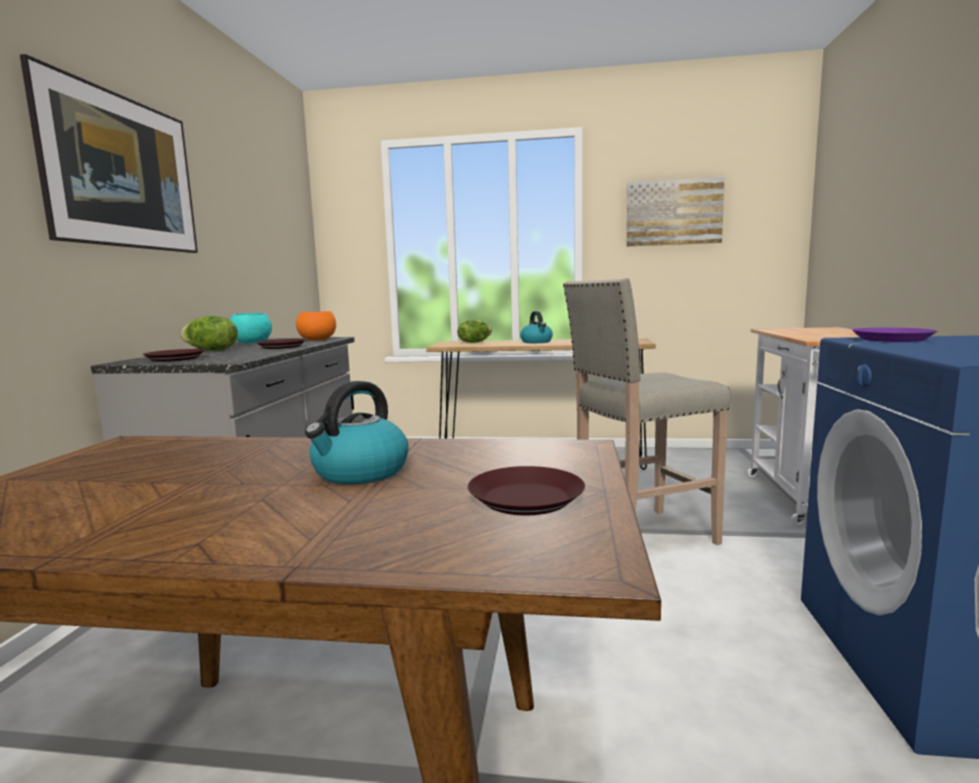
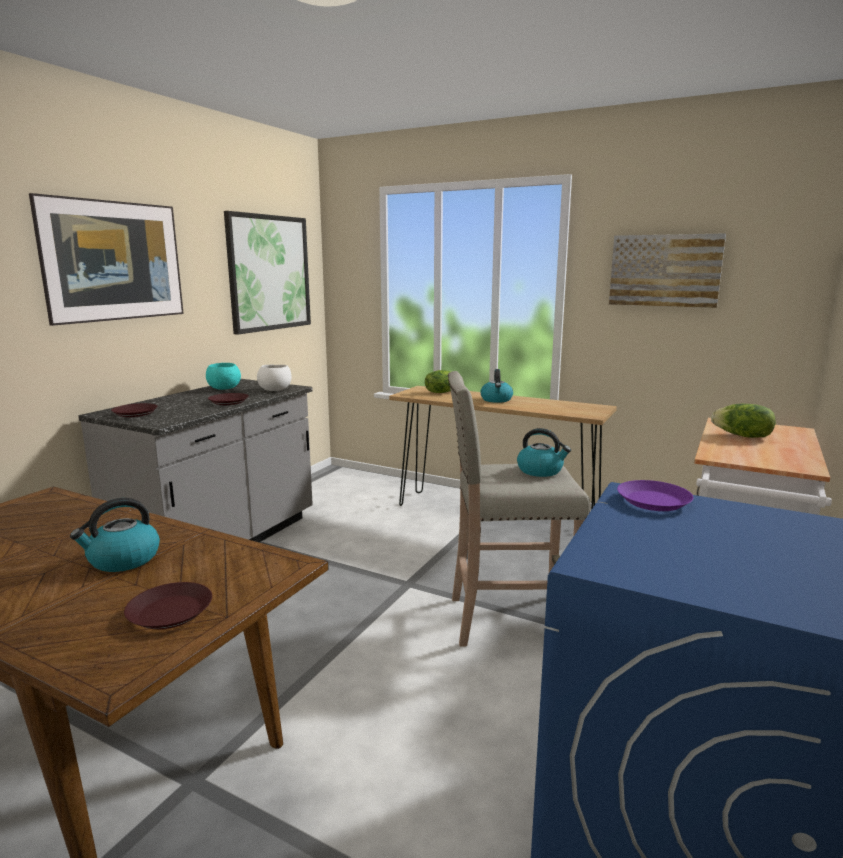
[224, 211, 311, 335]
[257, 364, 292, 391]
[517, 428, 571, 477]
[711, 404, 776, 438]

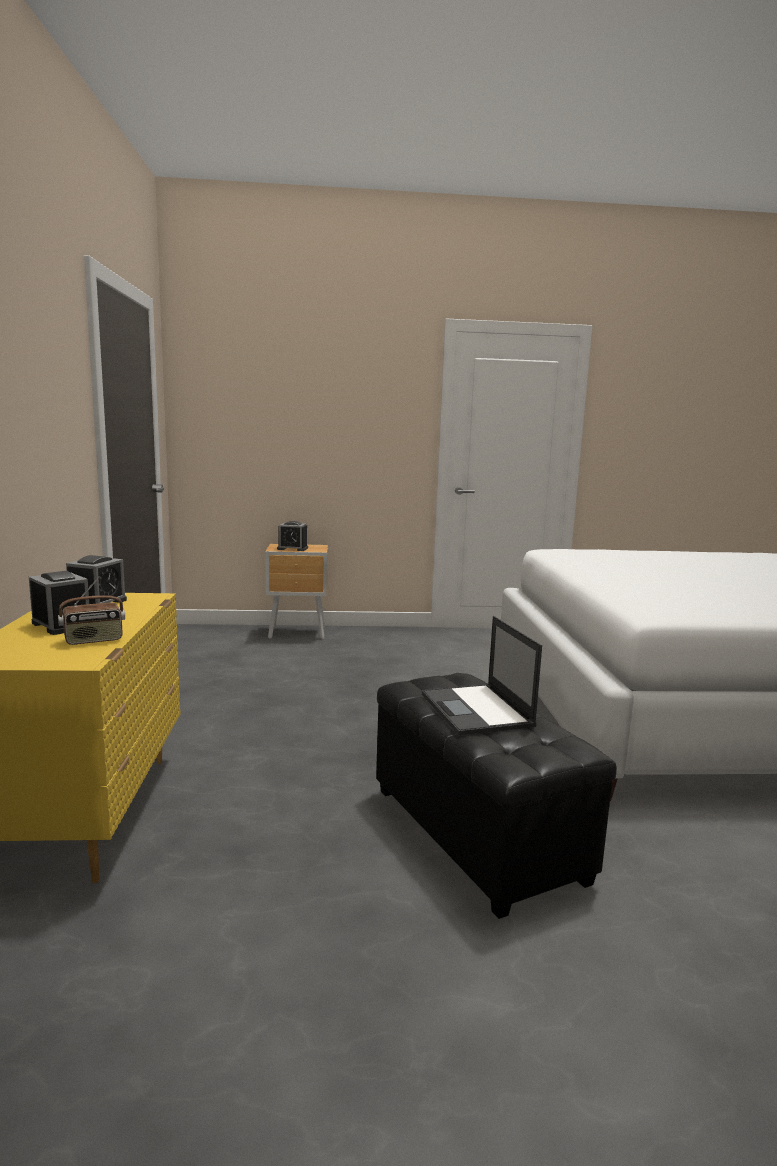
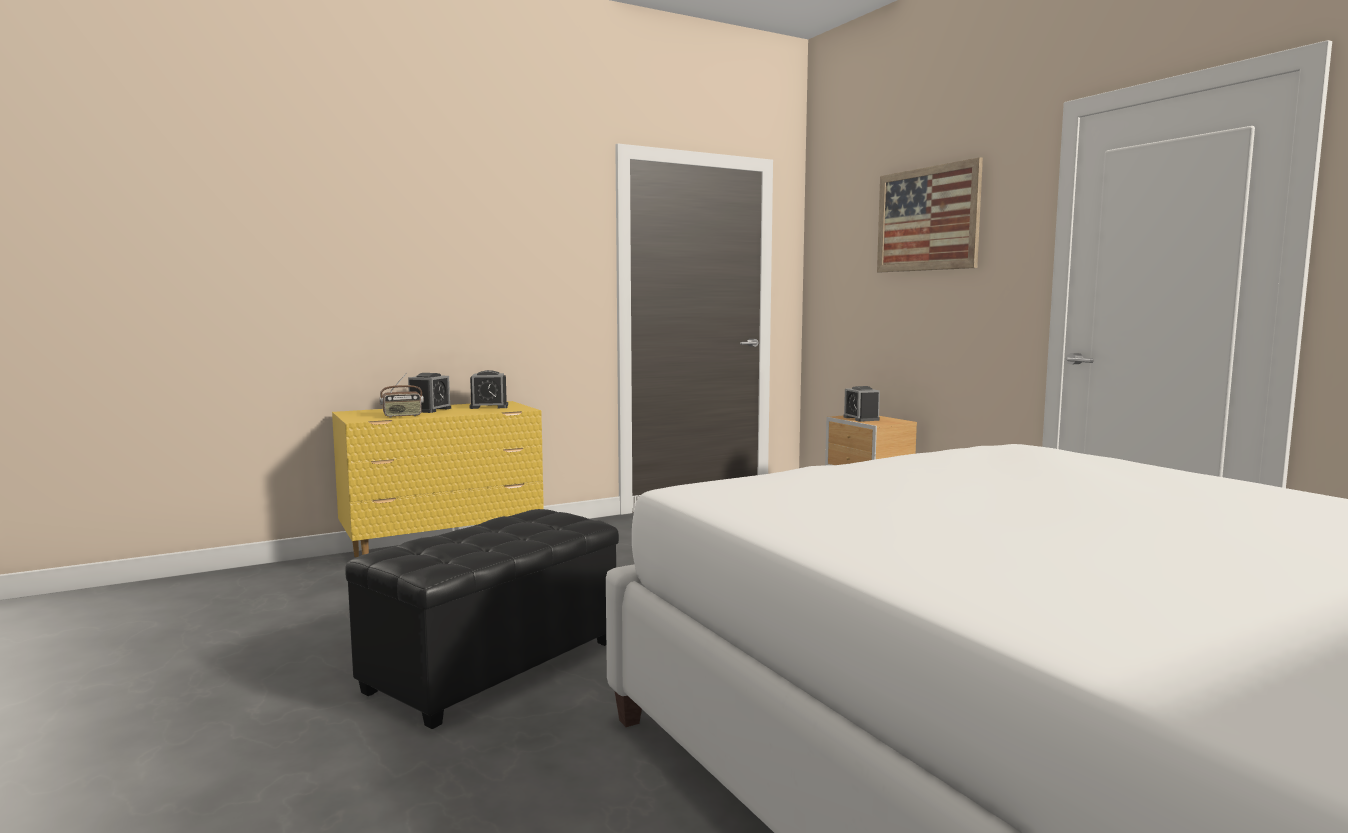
[379, 373, 424, 417]
[877, 157, 983, 272]
[422, 616, 542, 735] (first image)

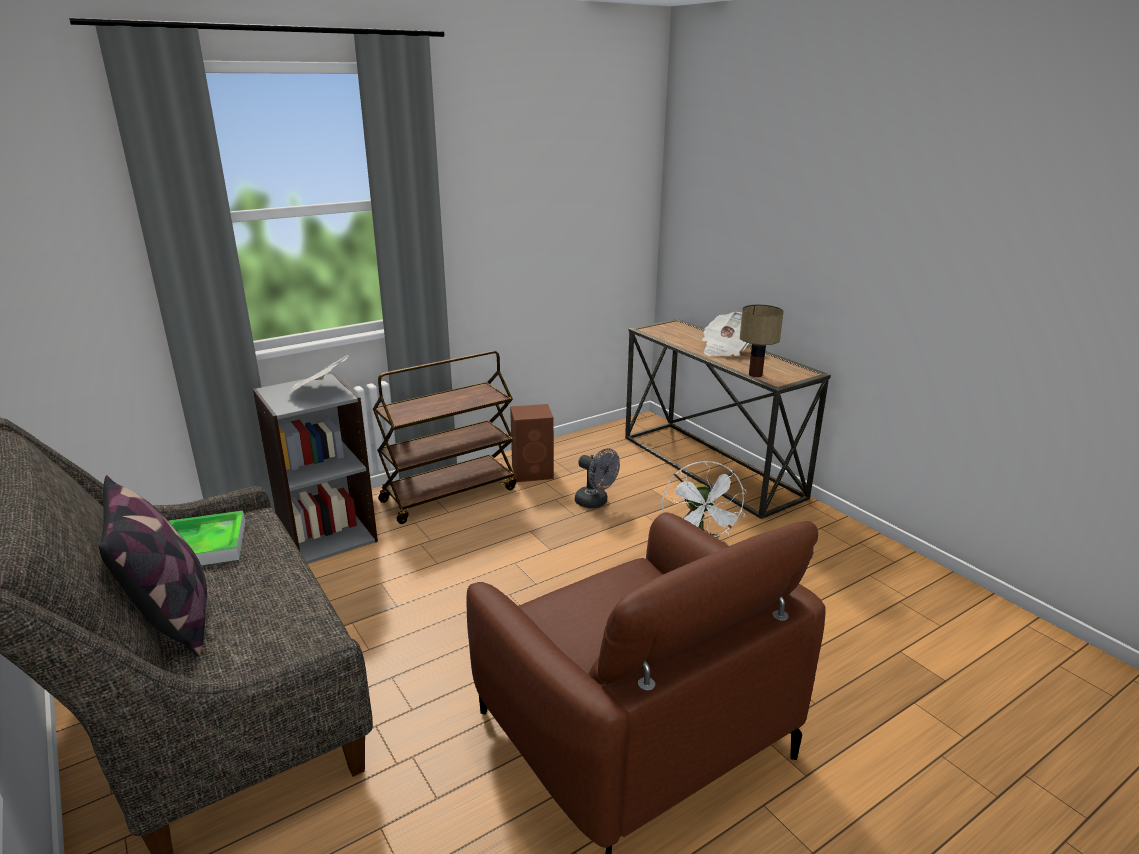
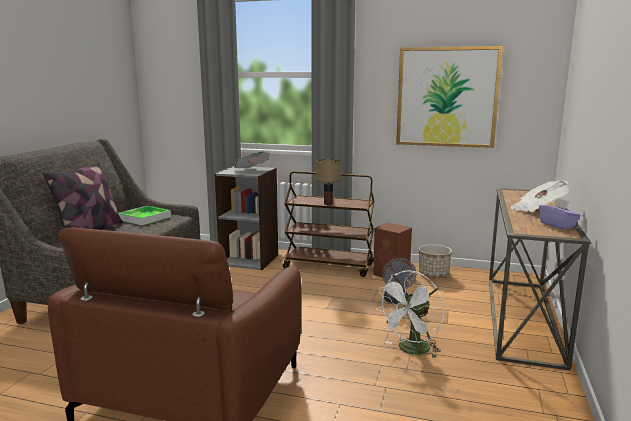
[316, 159, 341, 205]
[396, 46, 503, 148]
[419, 244, 452, 278]
[539, 198, 581, 229]

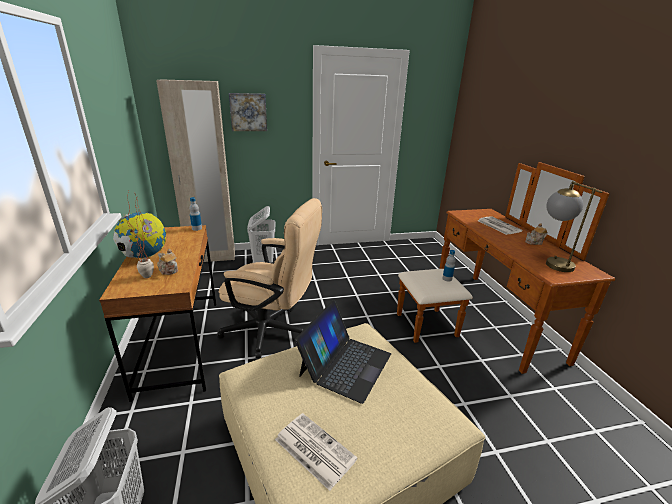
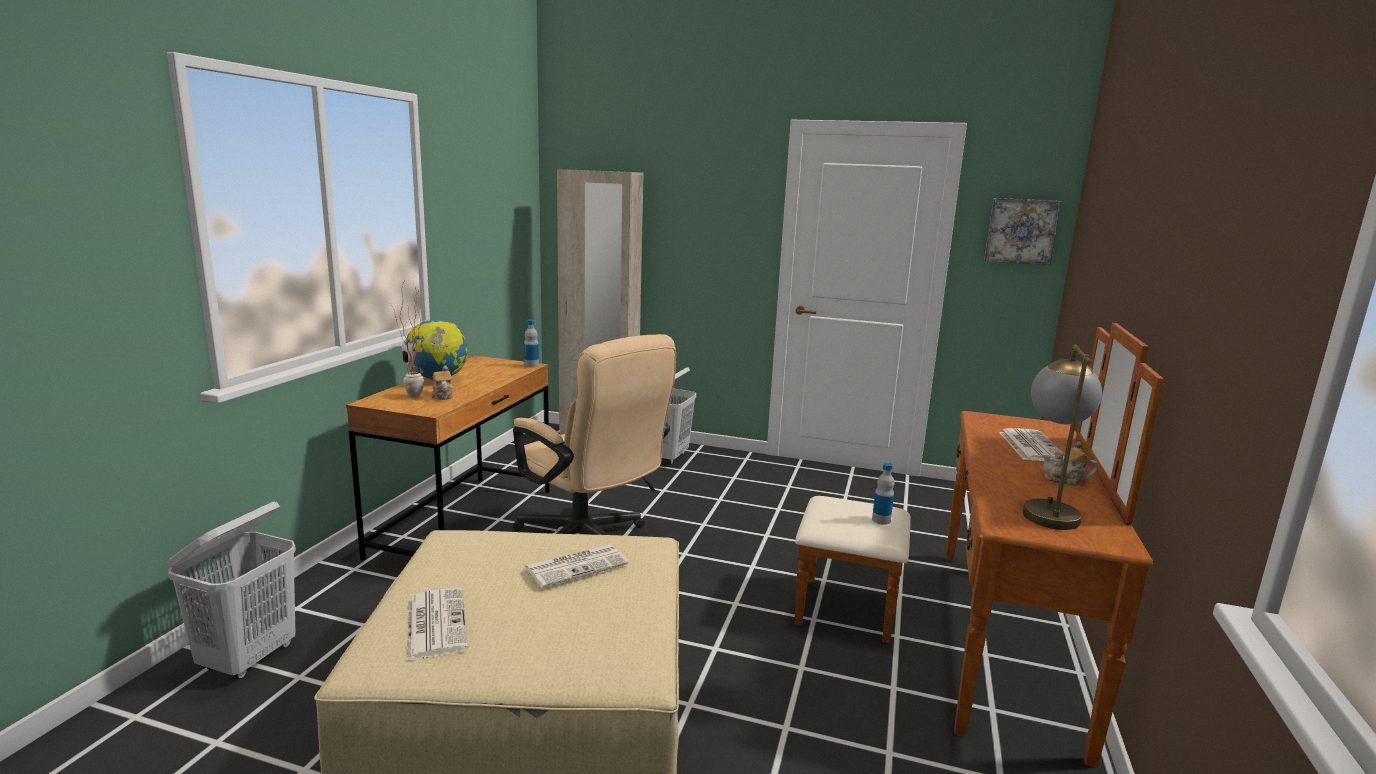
[524, 544, 629, 588]
[984, 198, 1061, 265]

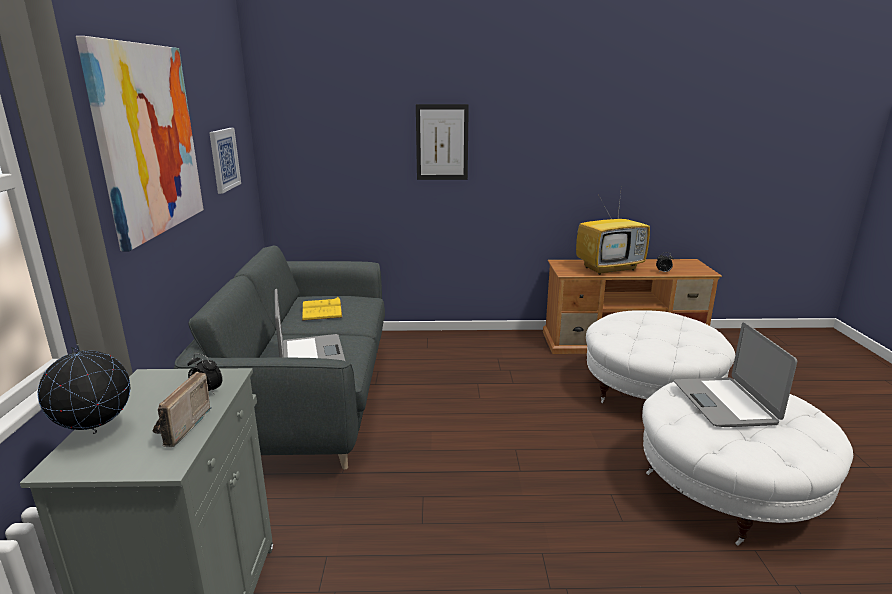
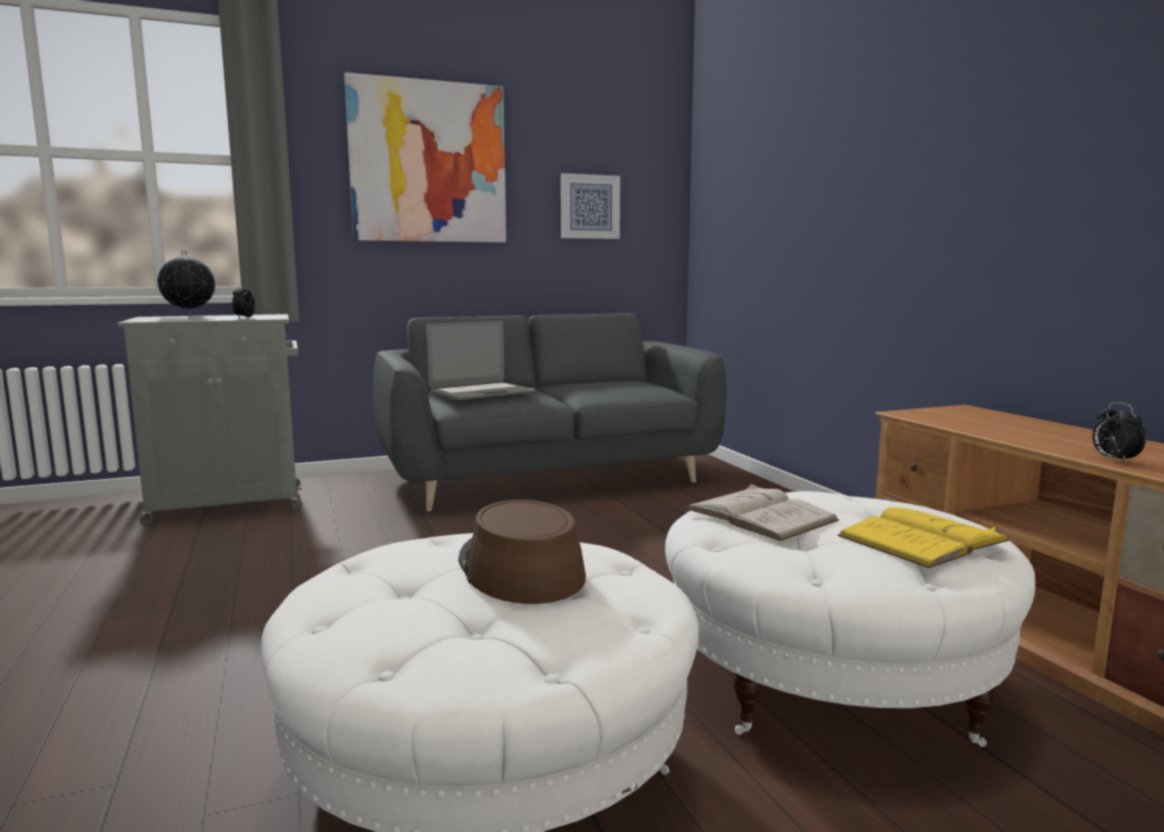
[458, 500, 586, 604]
[684, 484, 839, 541]
[838, 507, 1010, 568]
[152, 372, 212, 447] (first image)
[416, 104, 469, 180] (first image)
[576, 194, 650, 275] (first image)

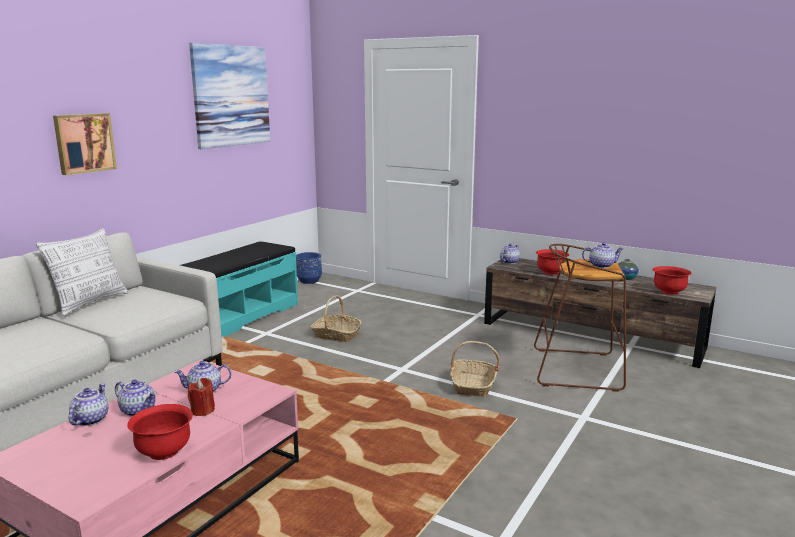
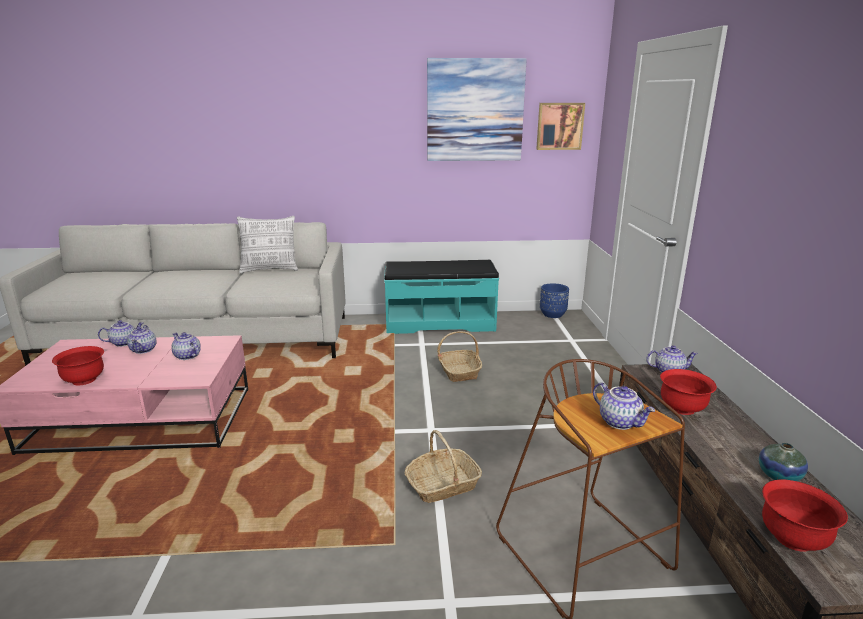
[536, 103, 585, 150]
[188, 378, 215, 416] (first image)

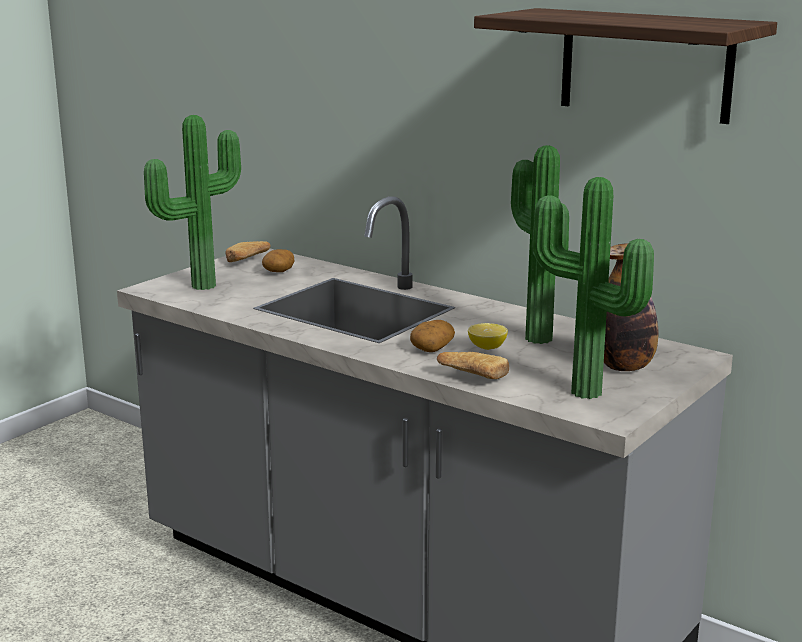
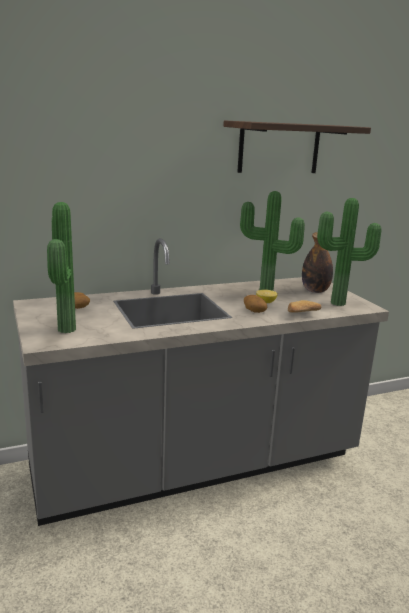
[226, 241, 271, 262] (first image)

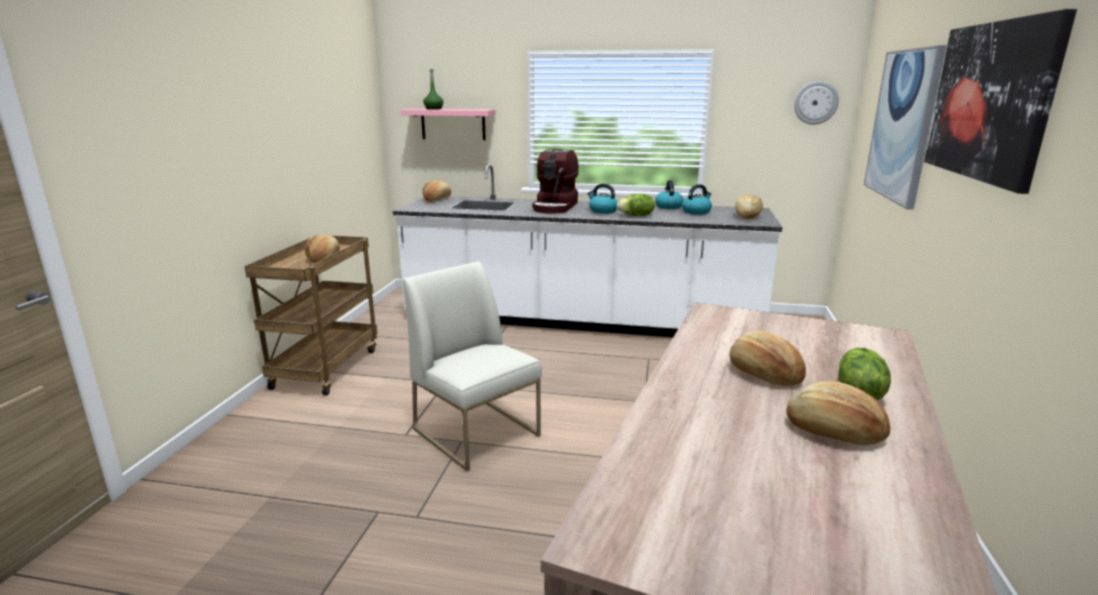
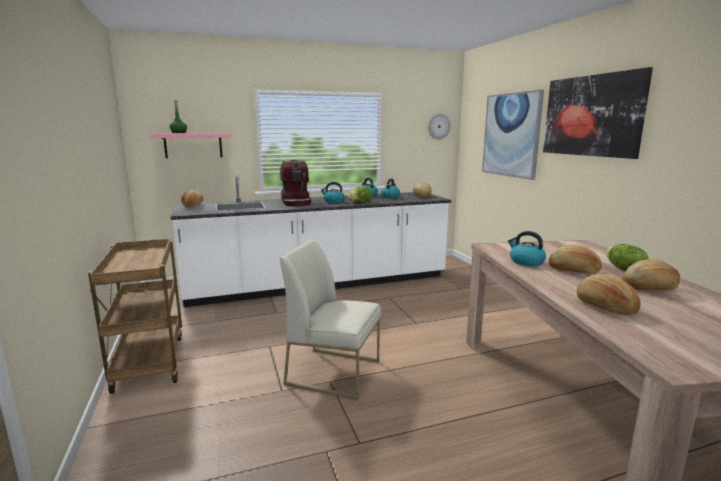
[508, 231, 546, 266]
[576, 274, 640, 315]

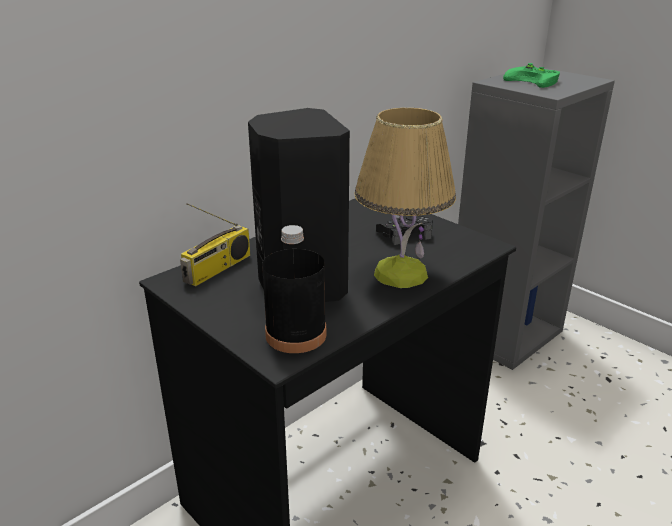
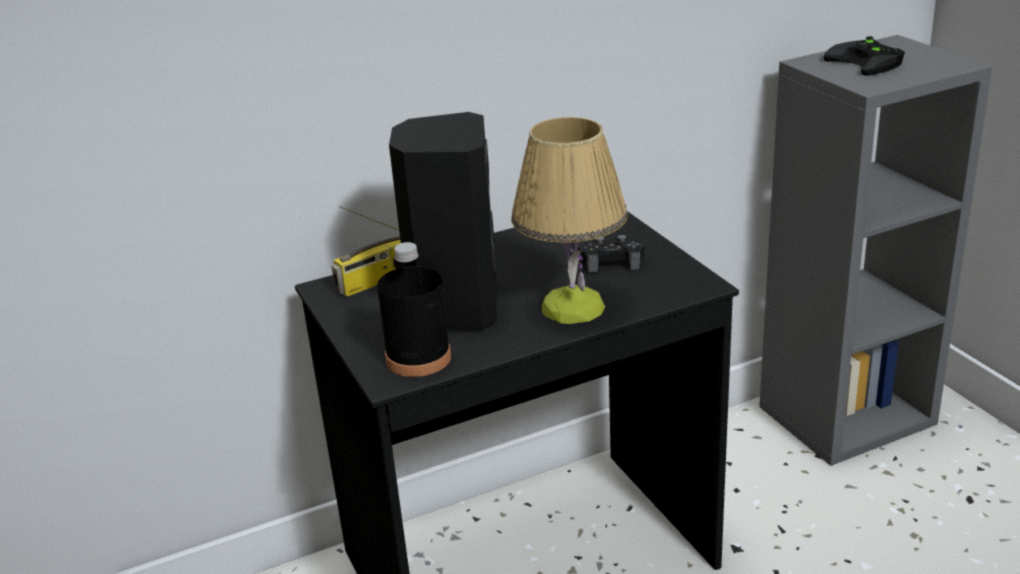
[824, 36, 905, 75]

